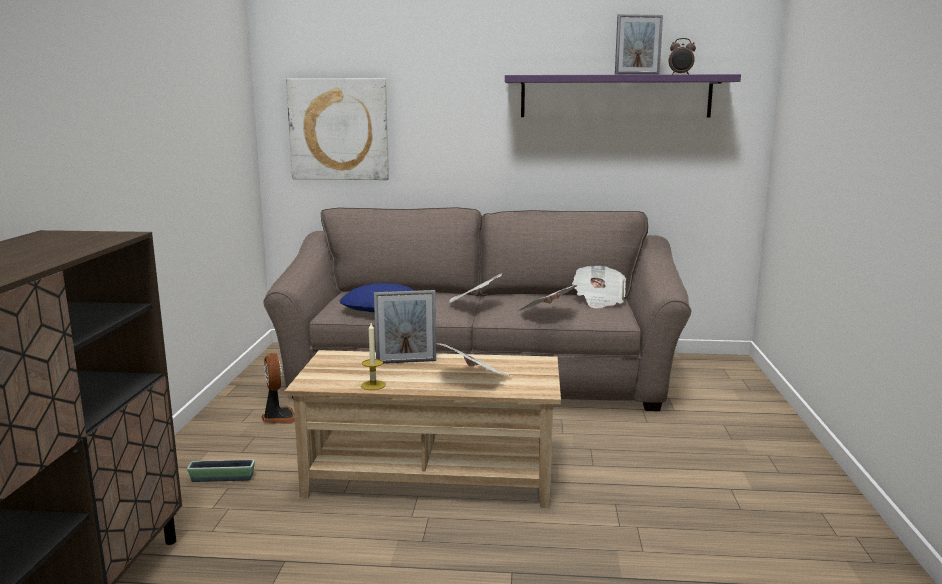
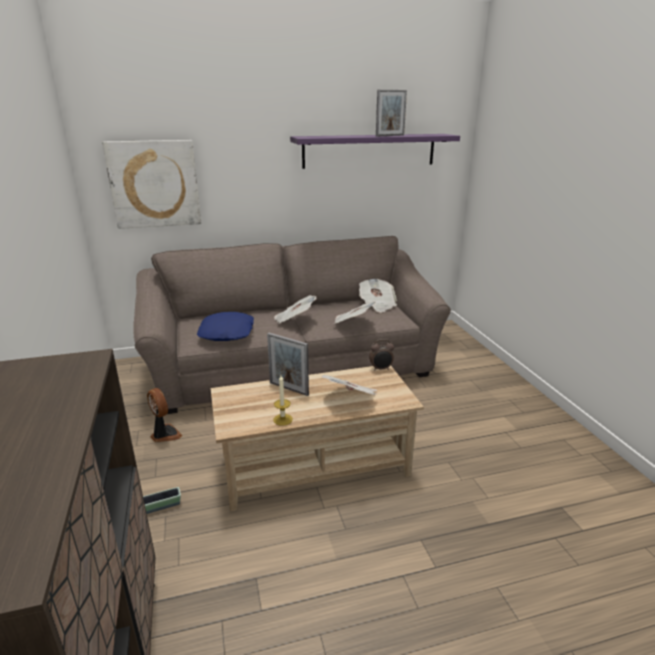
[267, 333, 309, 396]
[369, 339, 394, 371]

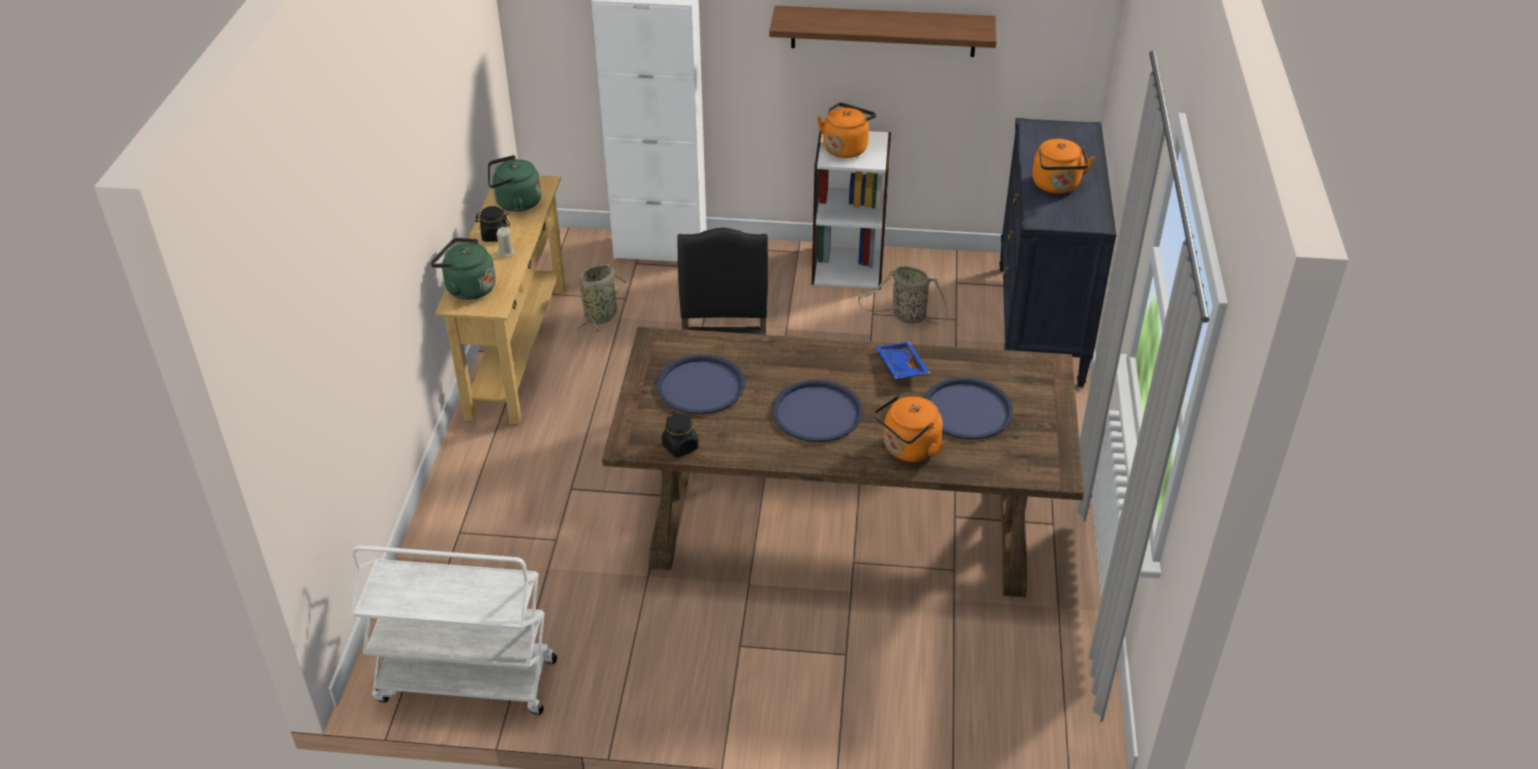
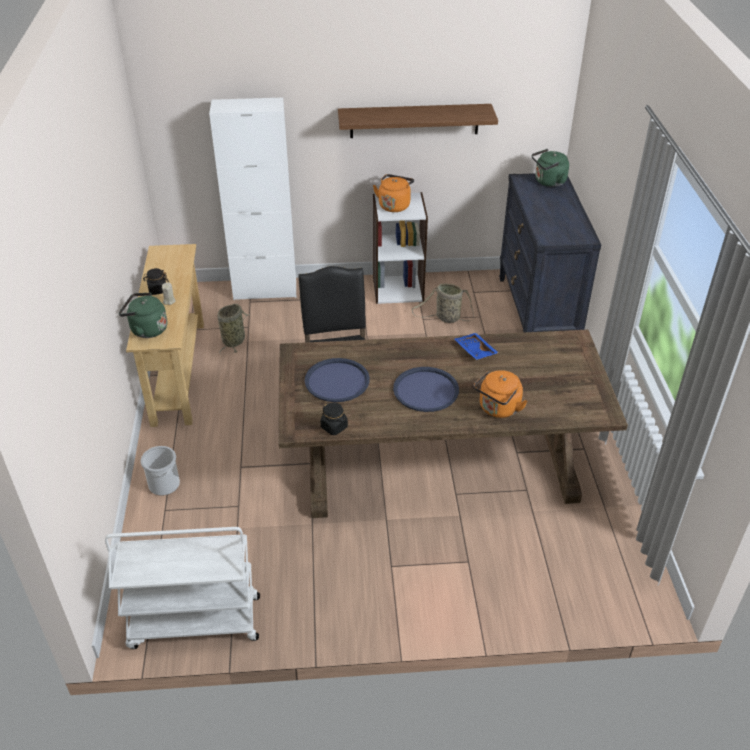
[141, 446, 180, 496]
[532, 149, 569, 187]
[924, 377, 1013, 440] (first image)
[1032, 139, 1095, 194] (first image)

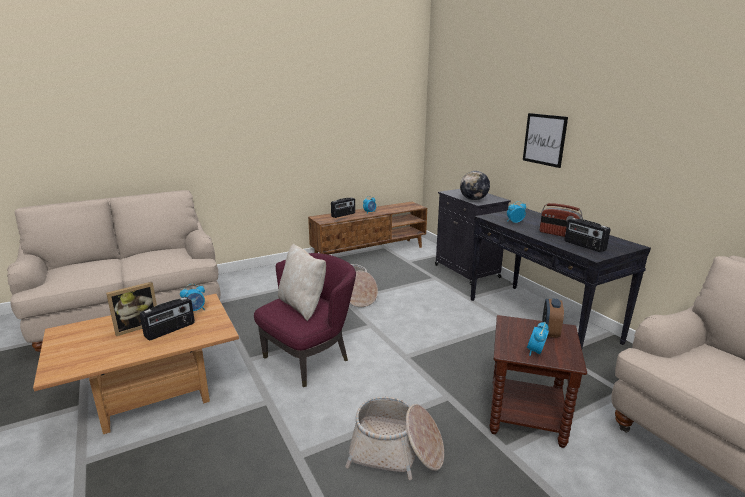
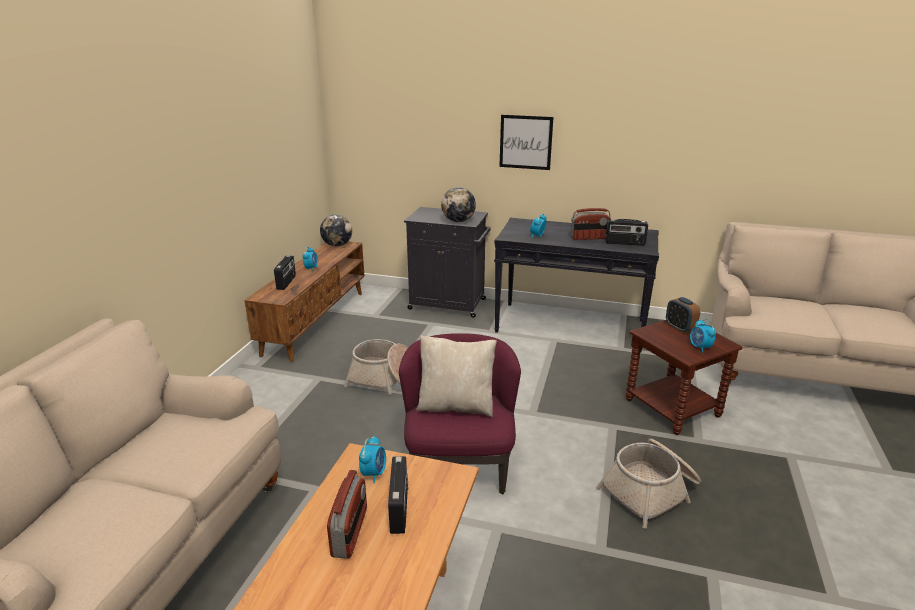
[320, 214, 352, 247]
[327, 470, 367, 559]

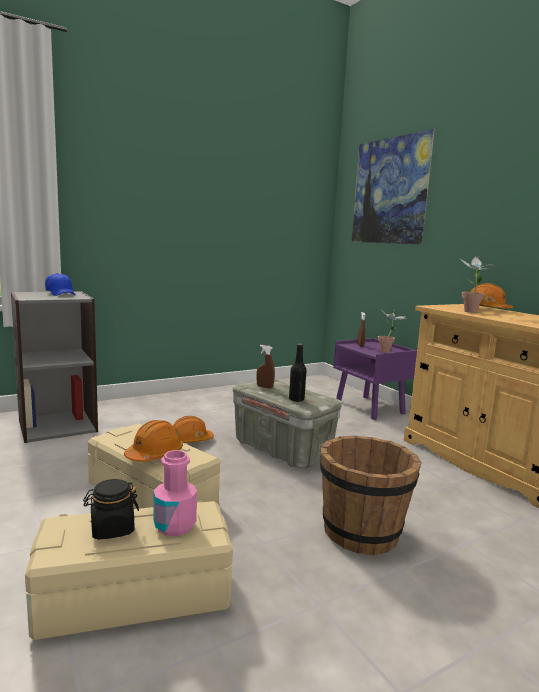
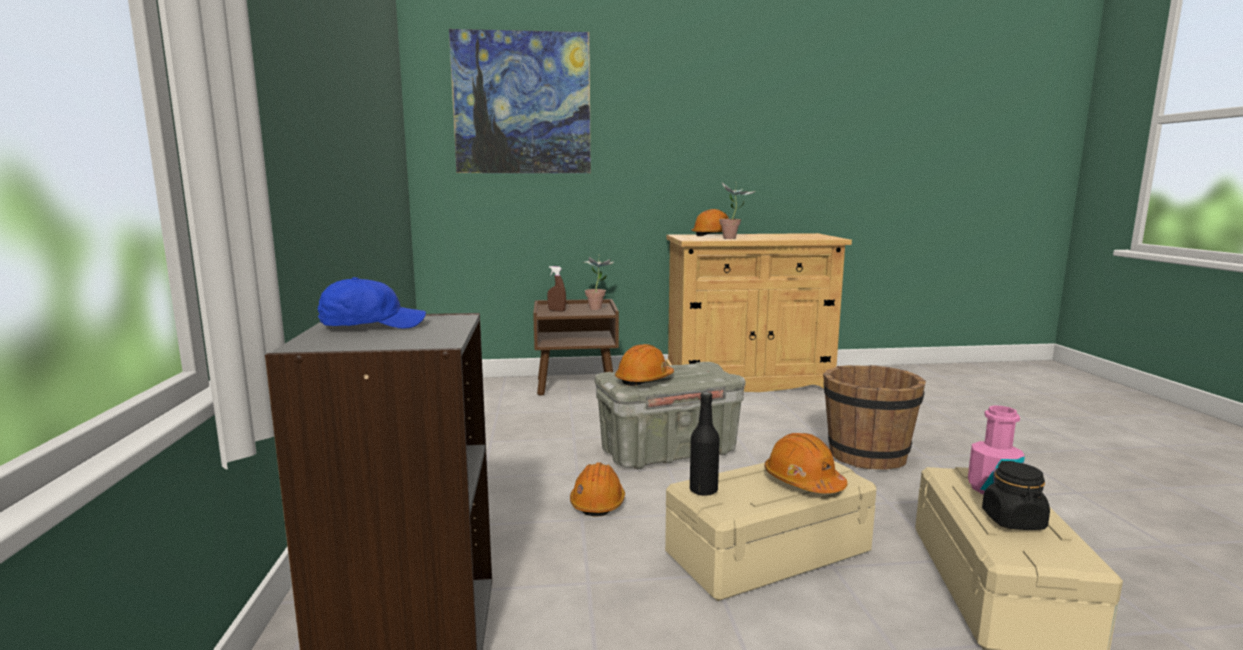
[533, 299, 619, 396]
[615, 344, 674, 386]
[690, 392, 720, 496]

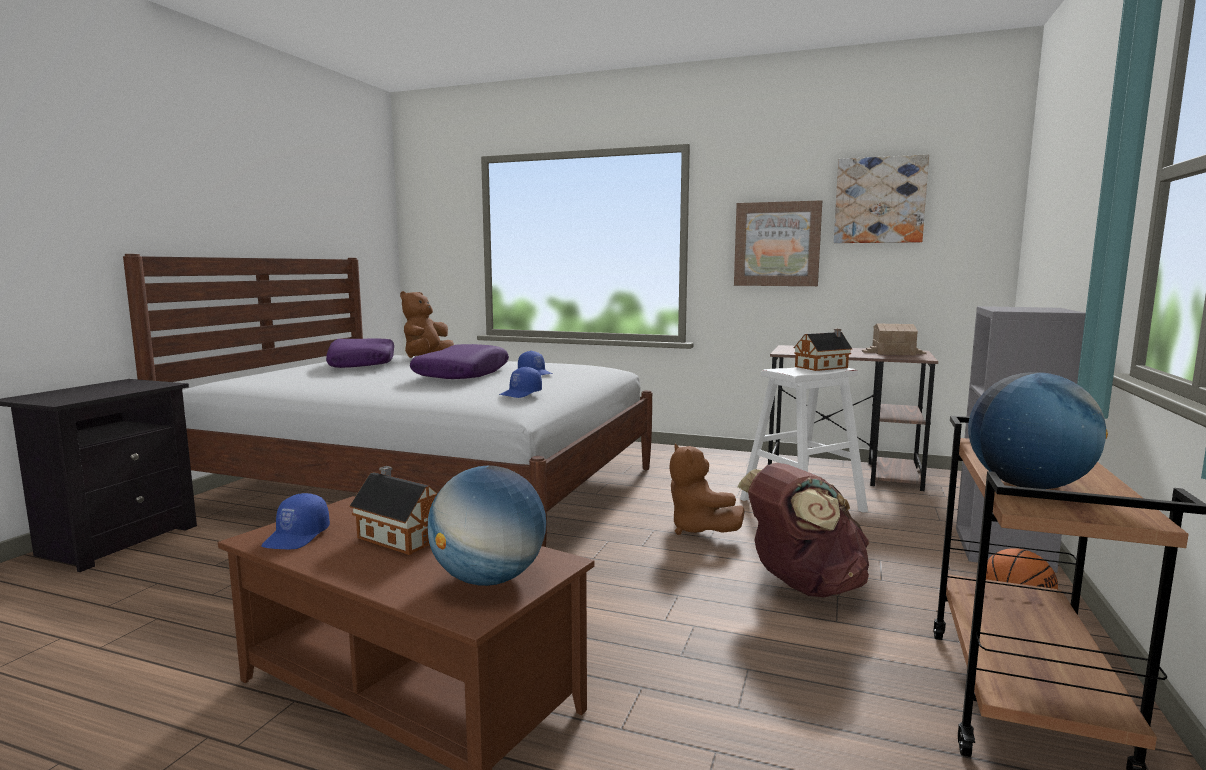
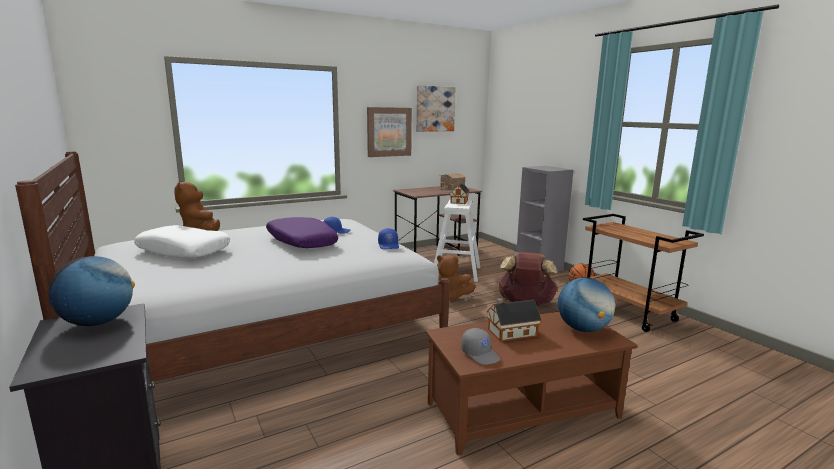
[48, 256, 135, 326]
[134, 225, 230, 258]
[461, 328, 500, 365]

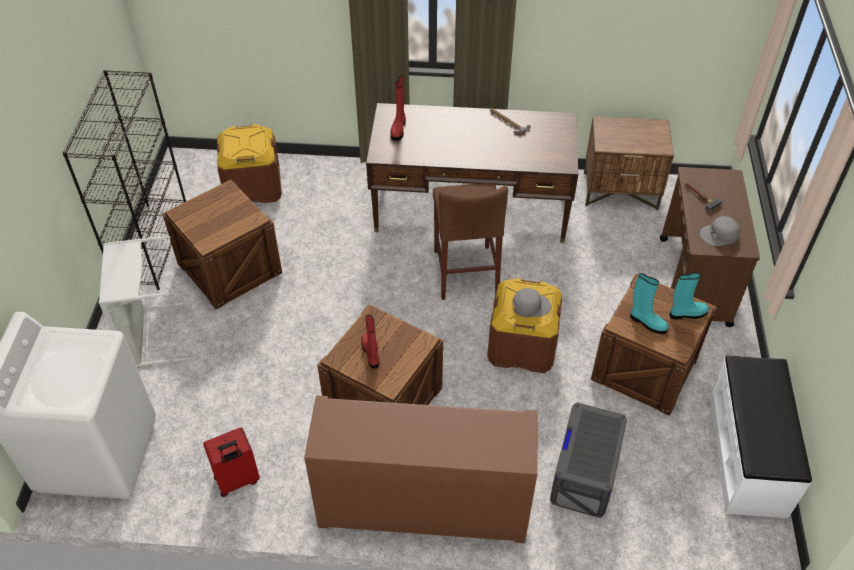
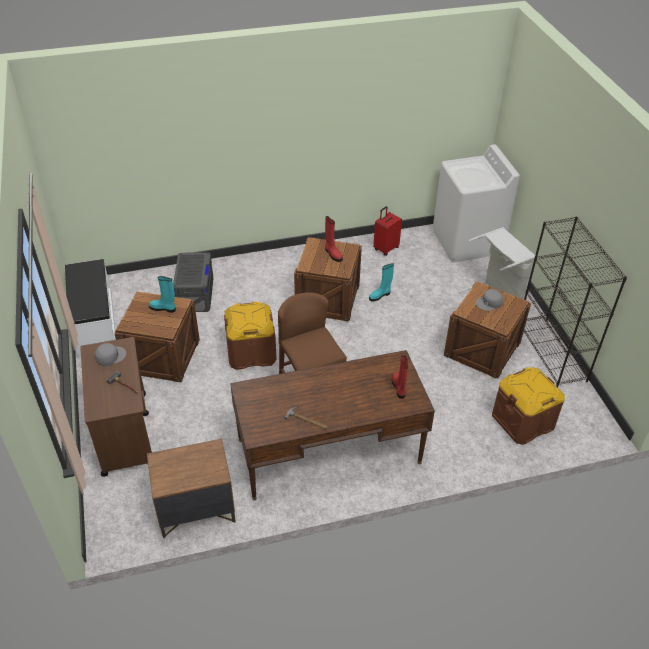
[369, 263, 394, 301]
[476, 289, 503, 311]
[304, 395, 538, 543] (first image)

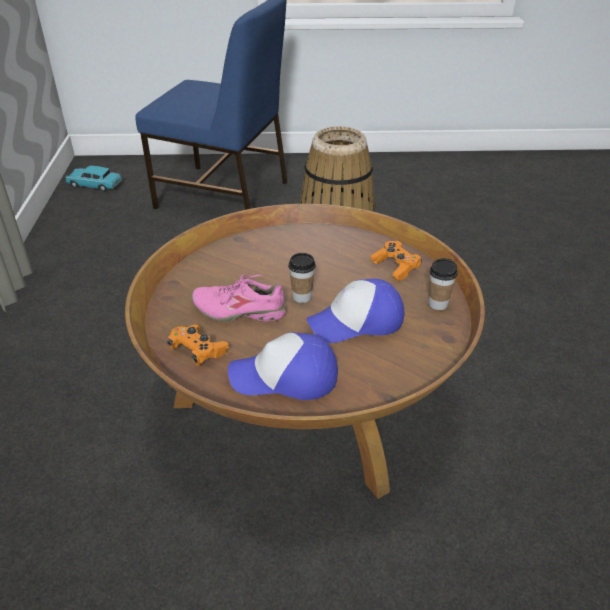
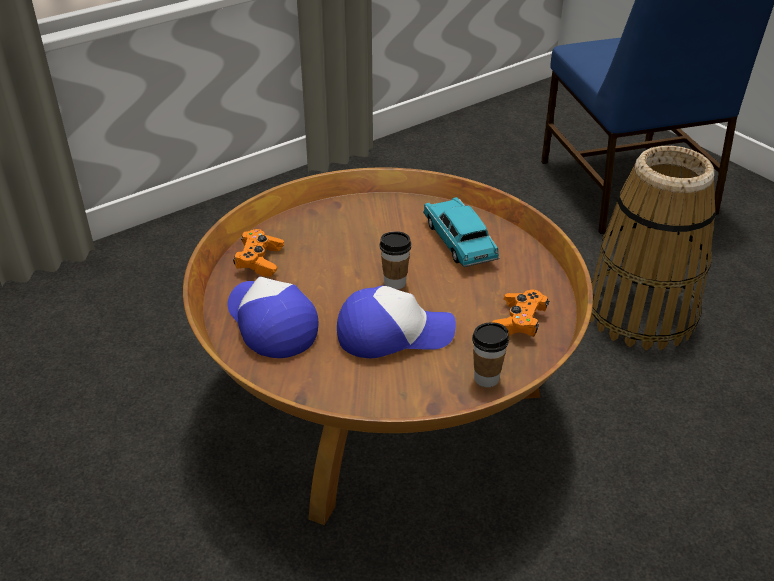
[337, 286, 456, 358]
[423, 197, 499, 267]
[191, 275, 287, 322] (first image)

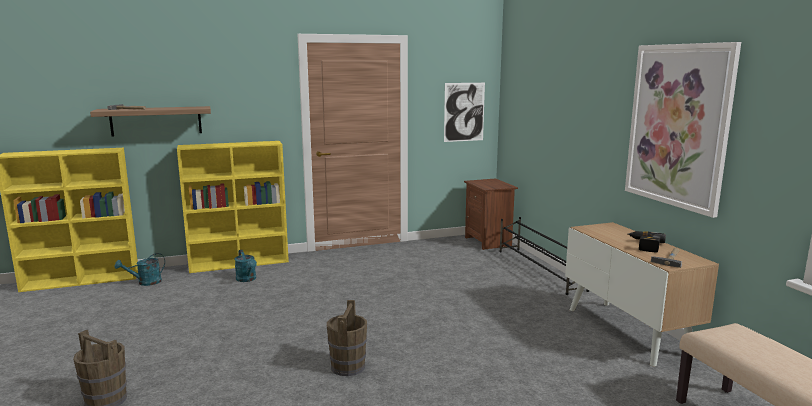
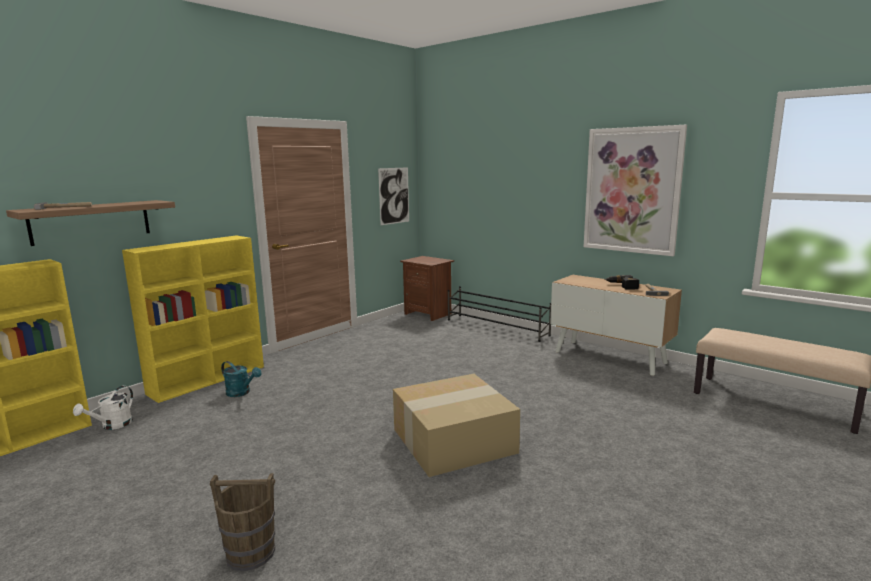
[73, 386, 133, 430]
[393, 374, 520, 477]

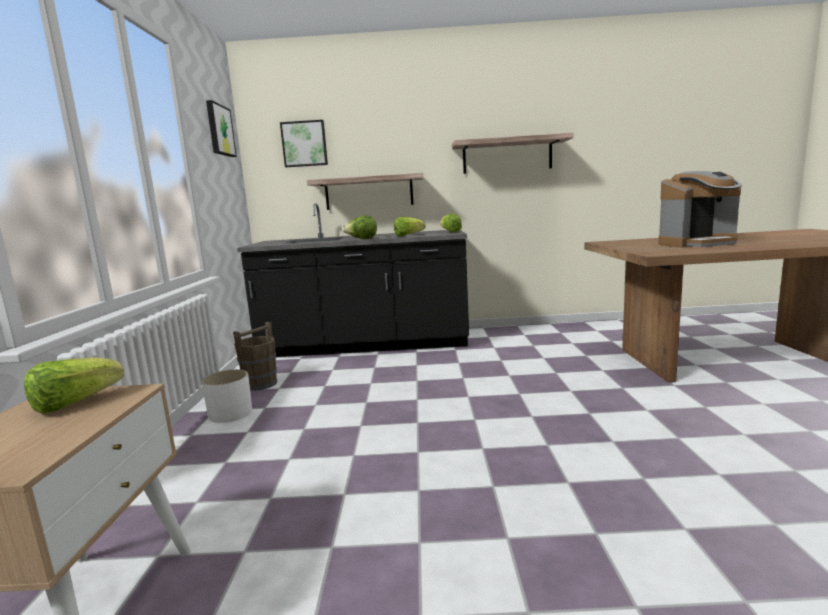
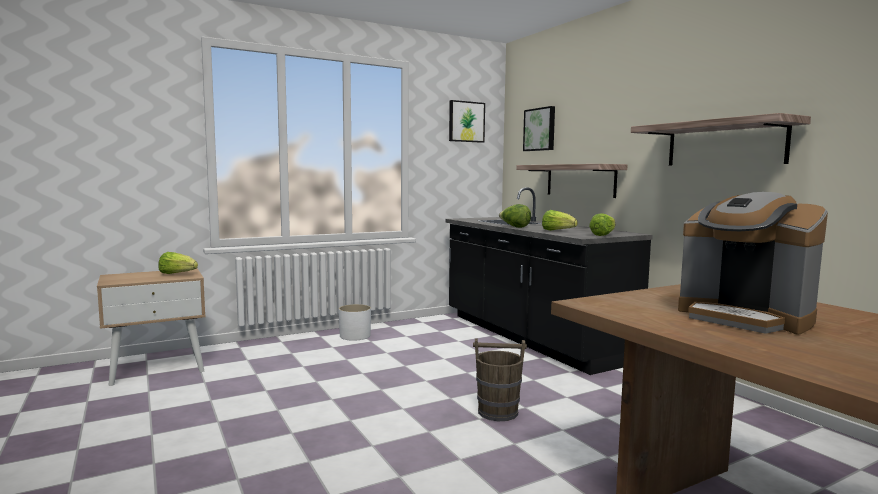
[473, 338, 527, 421]

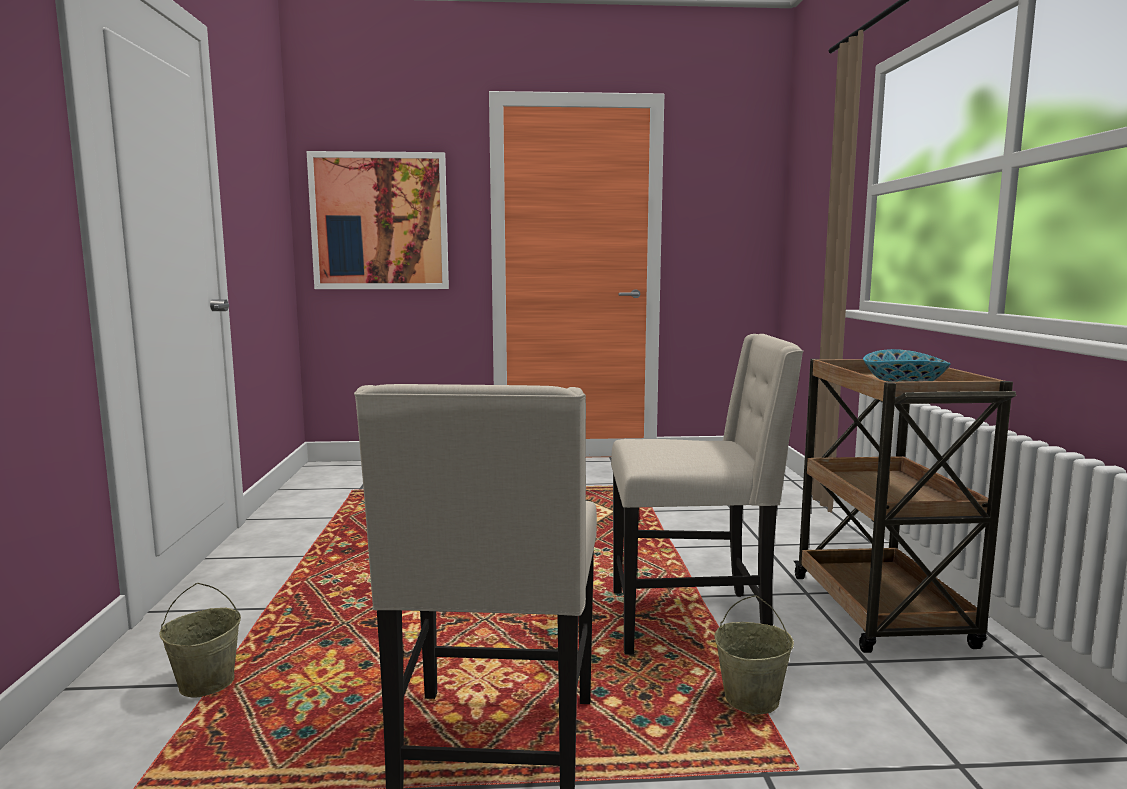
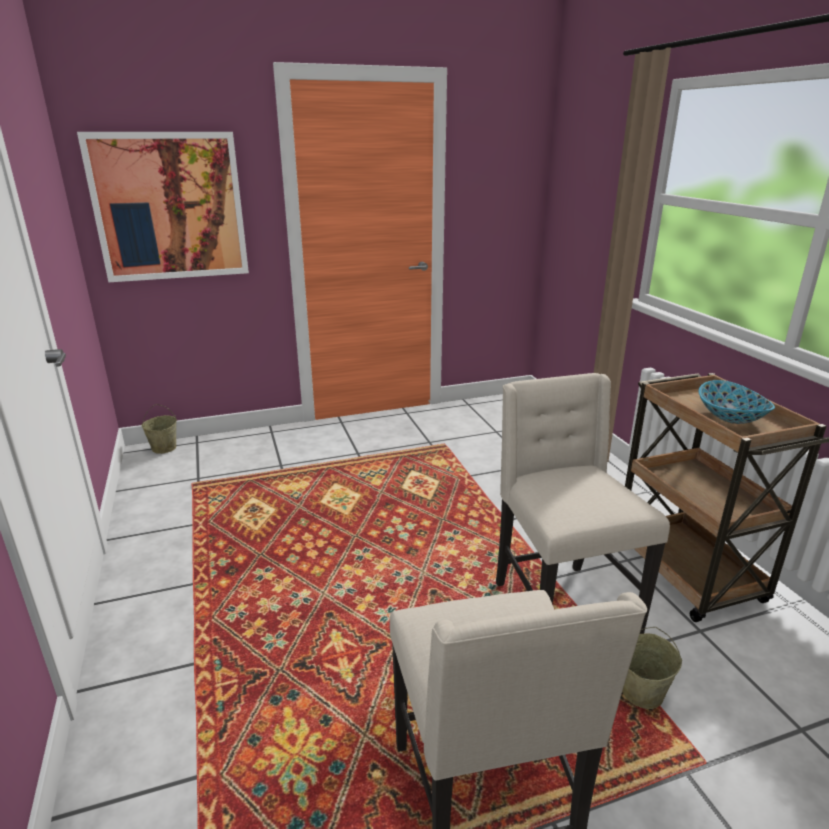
[142, 404, 177, 454]
[496, 373, 670, 634]

